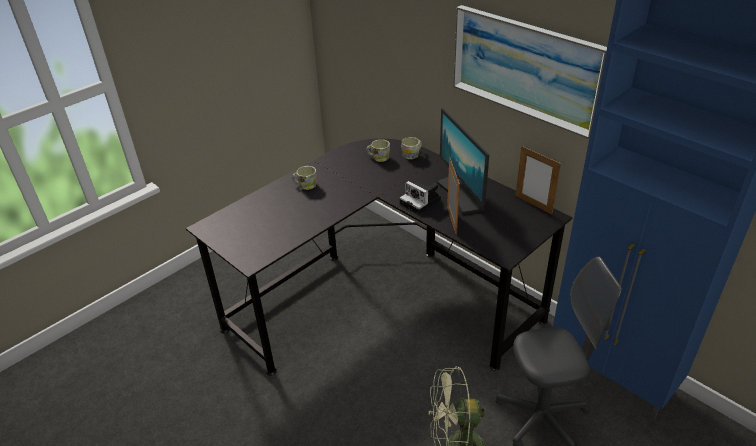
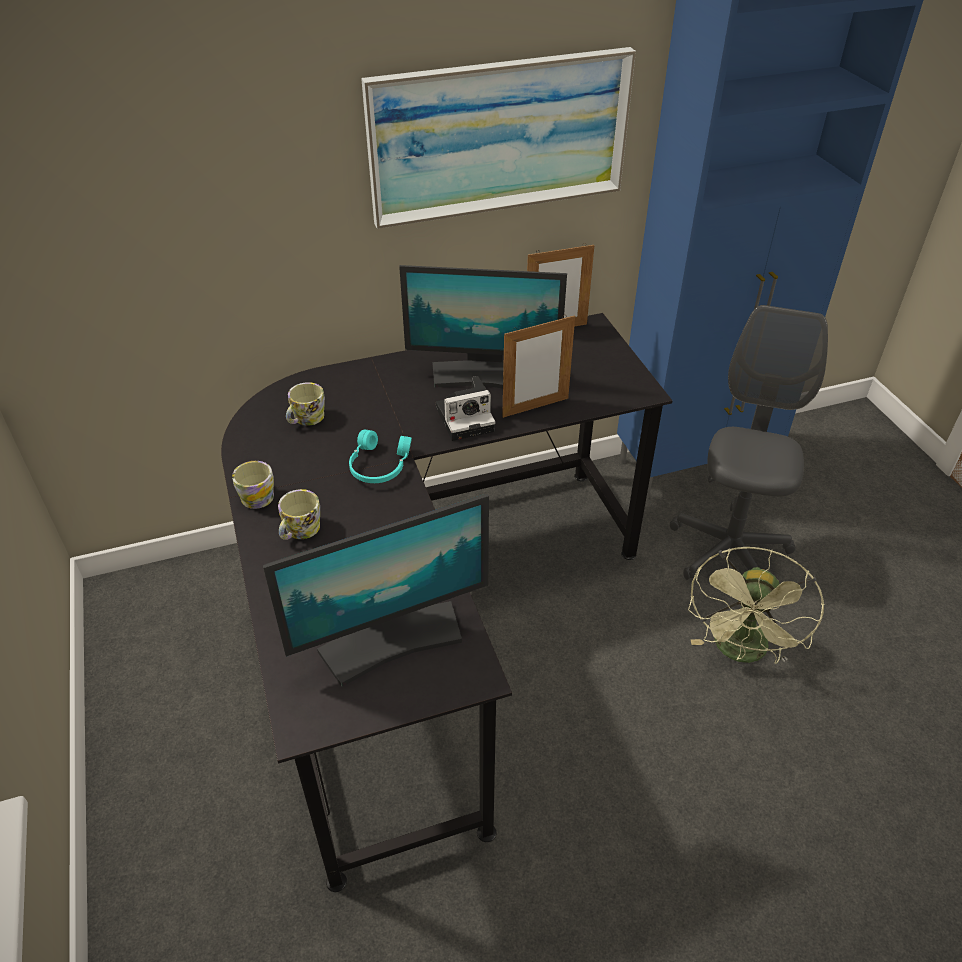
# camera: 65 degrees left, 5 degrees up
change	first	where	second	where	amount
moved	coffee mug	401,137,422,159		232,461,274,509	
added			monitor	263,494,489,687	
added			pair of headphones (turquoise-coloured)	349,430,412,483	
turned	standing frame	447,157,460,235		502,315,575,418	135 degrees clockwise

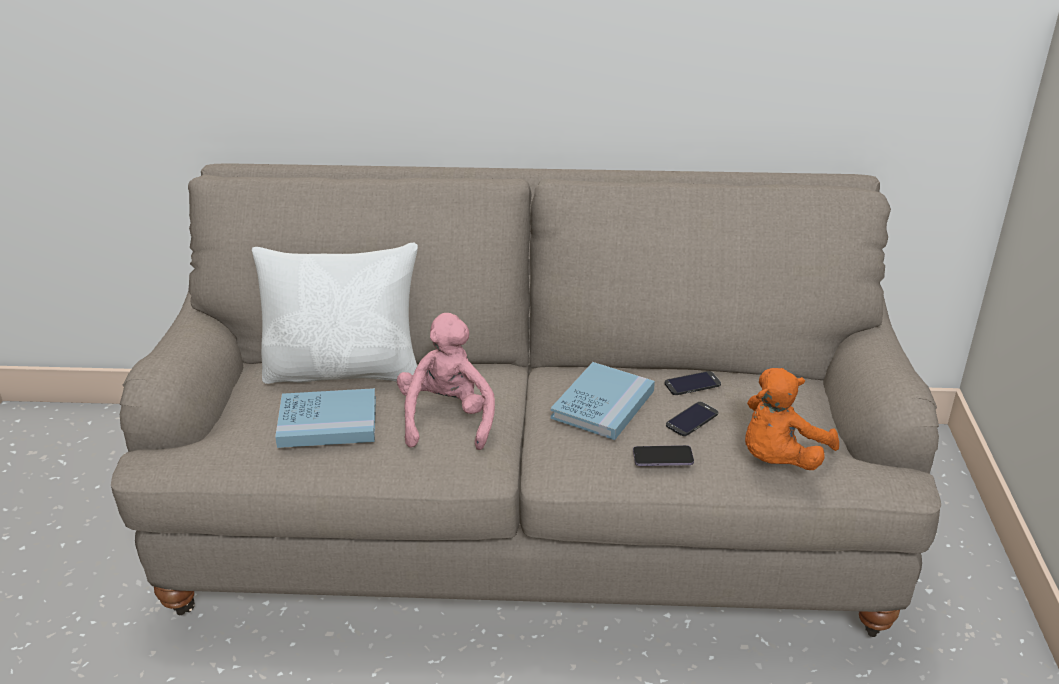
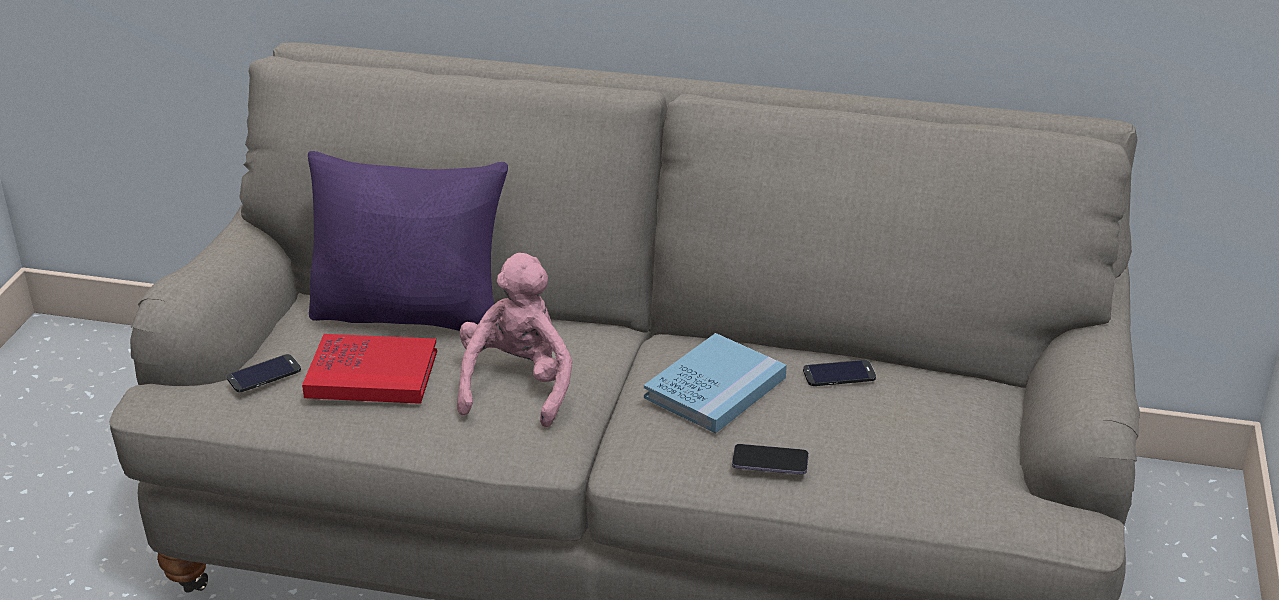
# camera: 10 degrees right, 0 degrees up
change	first	where	second	where	amount
moved	telephone	666,402,718,436		227,354,301,392	
recoloured	volume (blue)	275,388,376,448	volume (reddish)	302,334,437,404	
recoloured	cushion (white-coloured)	252,243,418,384	cushion (purple)	308,151,508,331	
removed	plush toy (orange)	745,368,839,470			

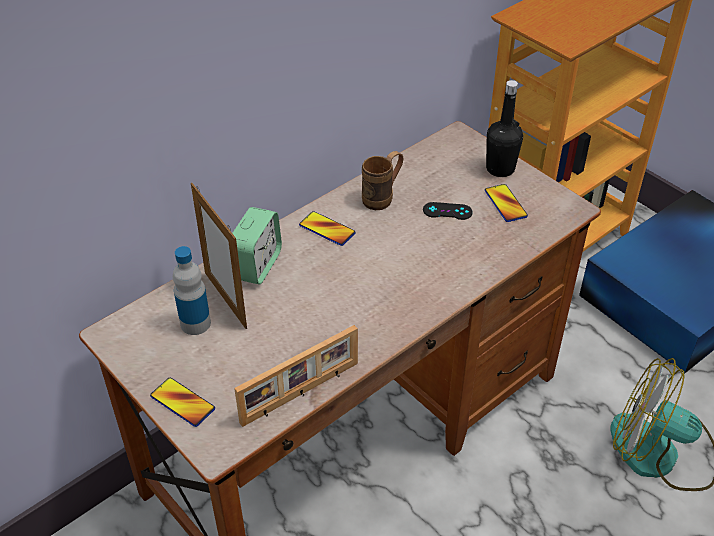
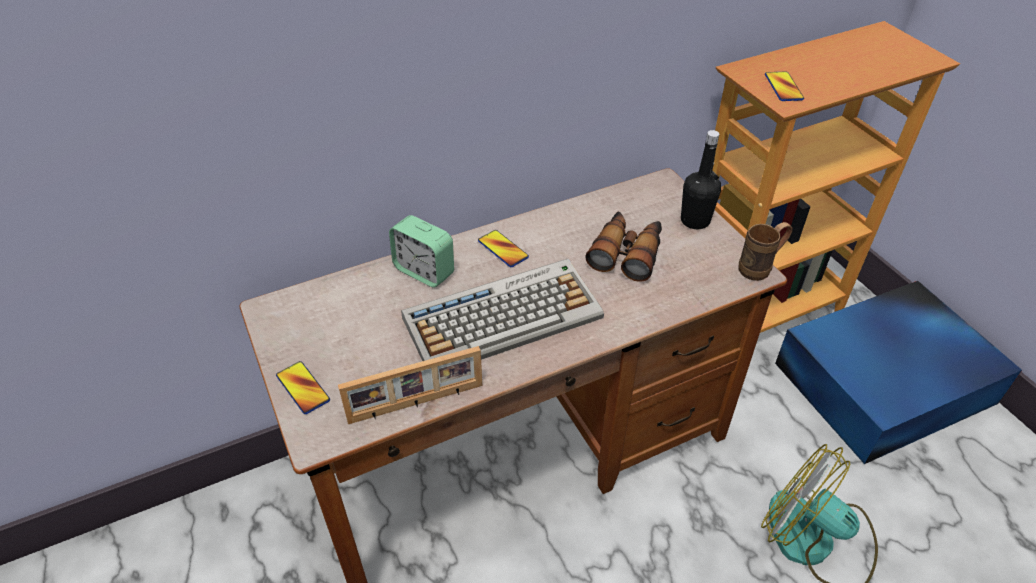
# camera: 15 degrees right, 0 degrees up
change	first	where	second	where	amount
turned	table clock	232,207,282,284		389,215,454,288	90 degrees clockwise
added			computer keyboard	401,259,604,361	
replaced	joypad (black-coloured)	423,202,473,220	binoculars	585,211,662,282	
moved	coffee mug (brown)	362,151,403,210		738,222,793,281	
moved	telephone	485,184,528,222		765,71,804,101	
removed	bottle	173,246,211,335			
removed	standing frame	191,183,247,329			

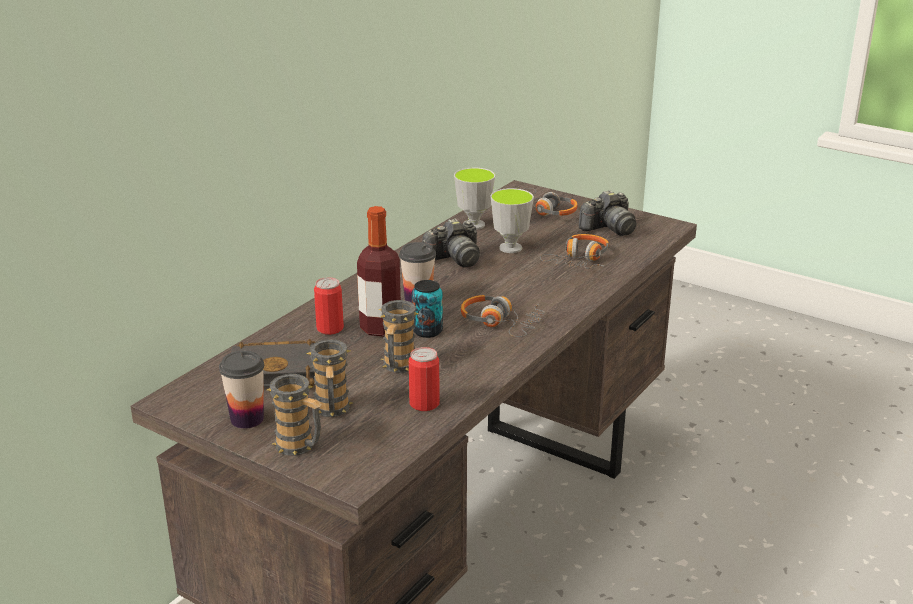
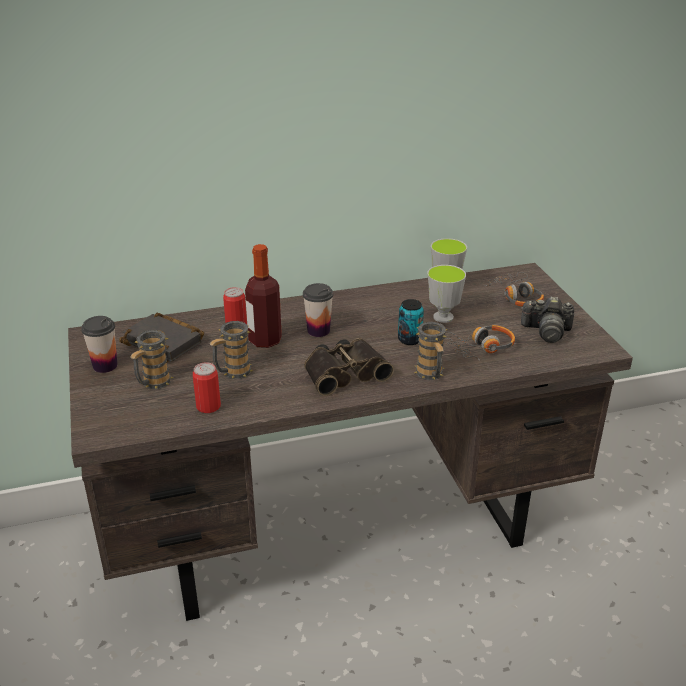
# camera: 40 degrees right, 5 degrees up
change	first	where	second	where	amount
replaced	pair of headphones	461,295,545,337	binoculars	304,338,394,396	
moved	sealed can	412,280,443,338		398,299,424,345	
moved	coffee mug	267,374,322,456		414,322,448,380	
removed	photo camera	422,218,480,267			

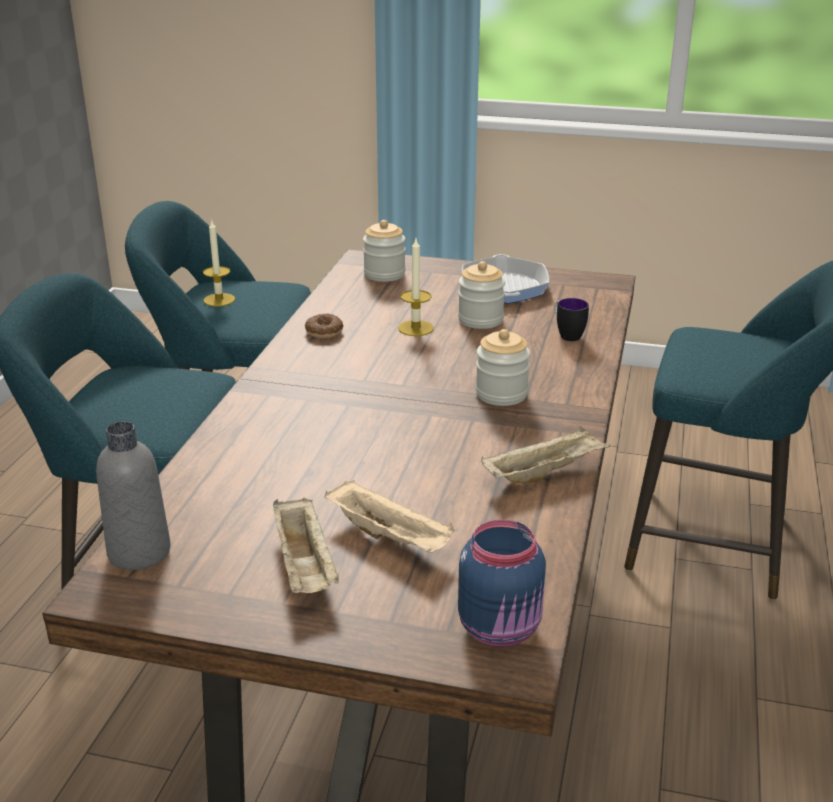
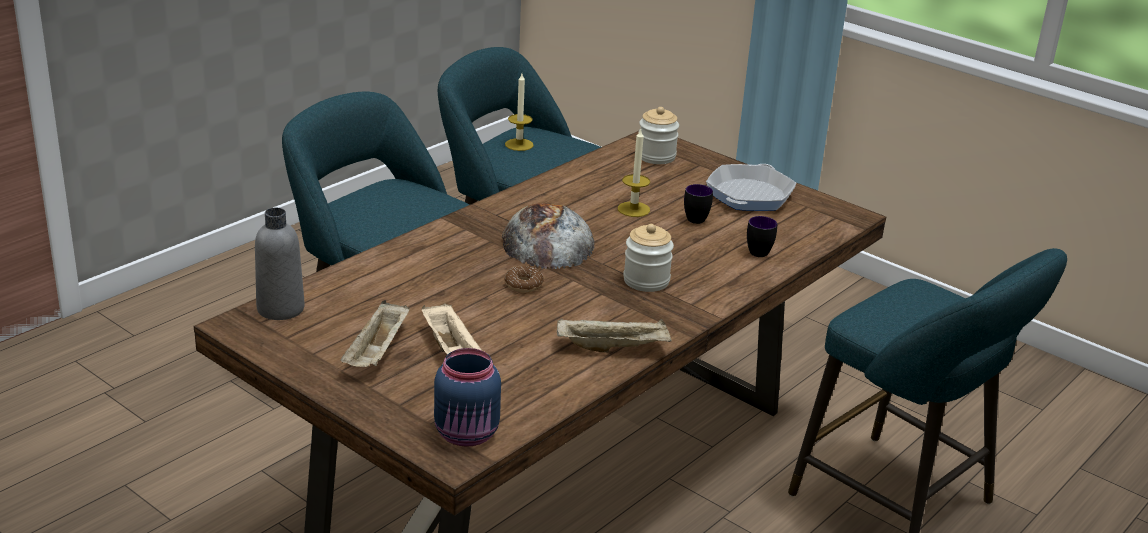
# camera: 25 degrees right, 0 degrees up
change	first	where	second	where	amount
added			baked bread	502,203,594,269	
moved	donut	305,313,344,338		504,266,543,293	
replaced	storage jar	458,261,505,329	coffee mug	684,184,713,224	

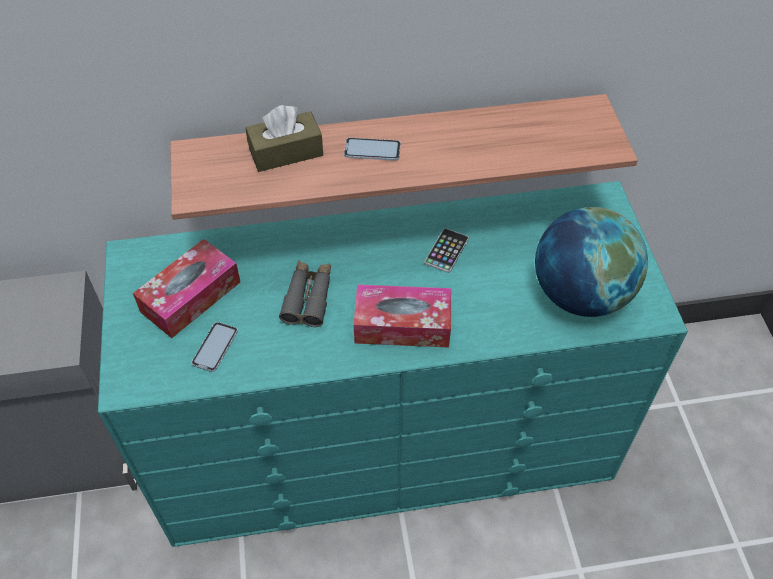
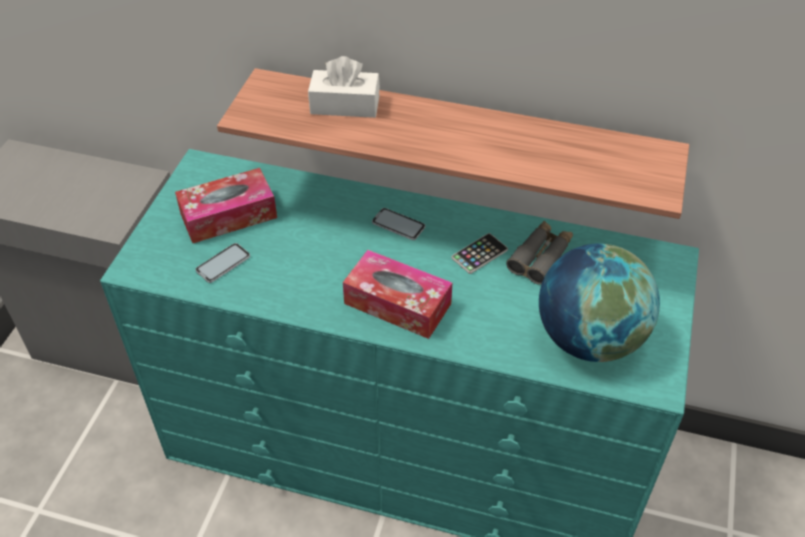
# camera: 25 degrees right, 5 degrees down
change	first	where	second	where	amount
recoloured	box of tissues (brown)	245,105,323,172	box of tissues (white-coloured)	308,56,380,118	
moved	telephone	344,138,401,161		372,208,425,240	
moved	binoculars (grey)	279,260,331,327		506,221,573,285	

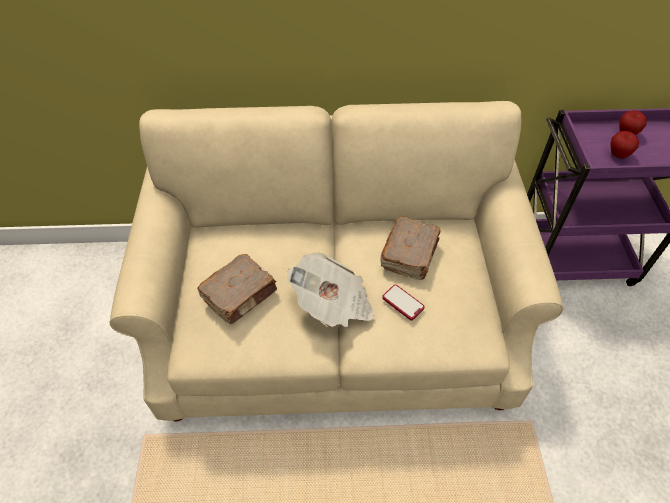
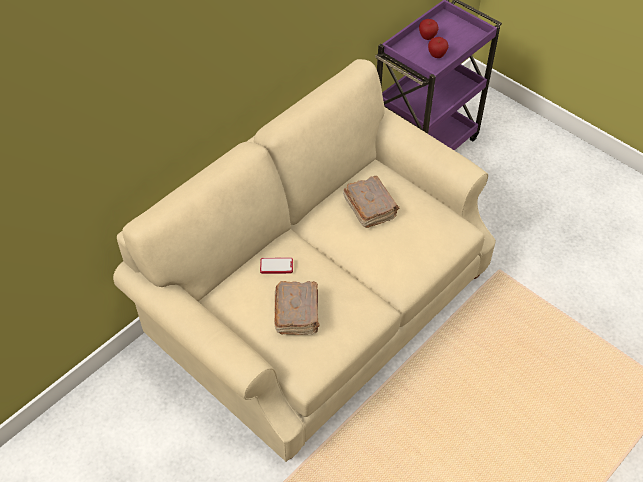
# camera: 45 degrees left, 0 degrees up
change	first	where	second	where	amount
moved	telephone	382,285,425,320		260,258,293,274	
removed	daily paper	287,253,375,328			

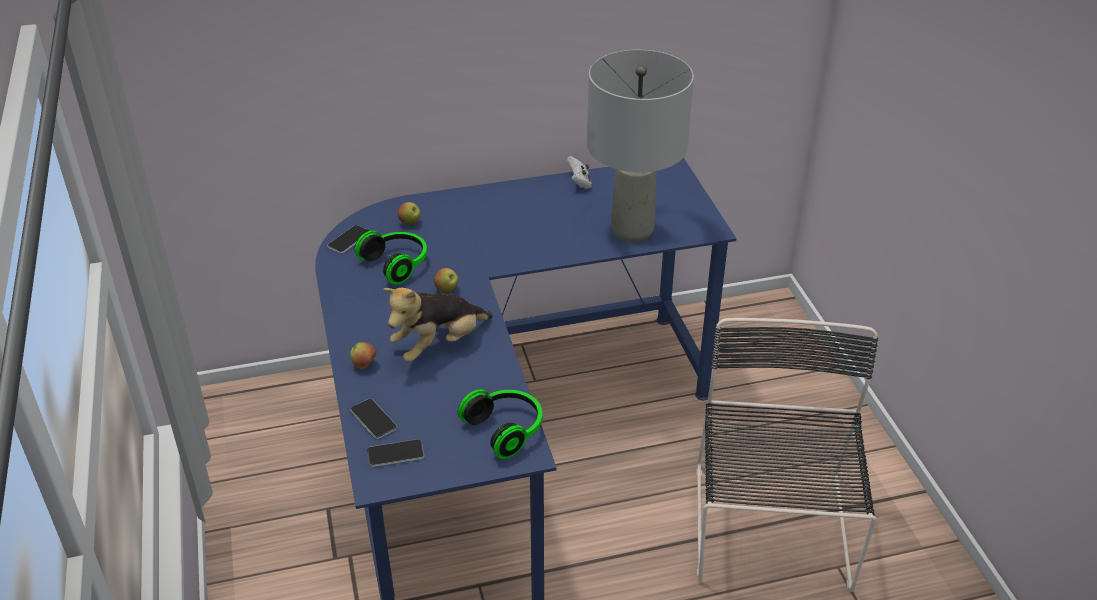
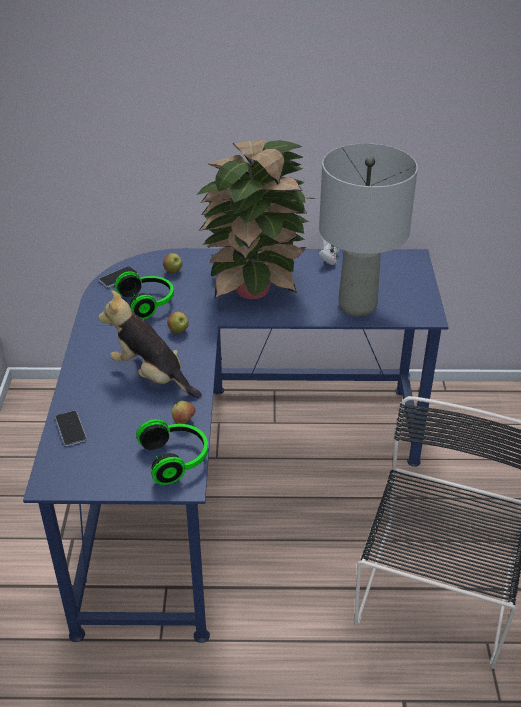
# camera: 15 degrees right, 0 degrees up
change	first	where	second	where	amount
turned	plush toy	383,288,493,362		98,290,202,398	60 degrees clockwise
moved	whole apple	350,342,376,369		172,401,196,424	
added			potted plant	197,140,316,299	
removed	telephone	367,439,424,467			

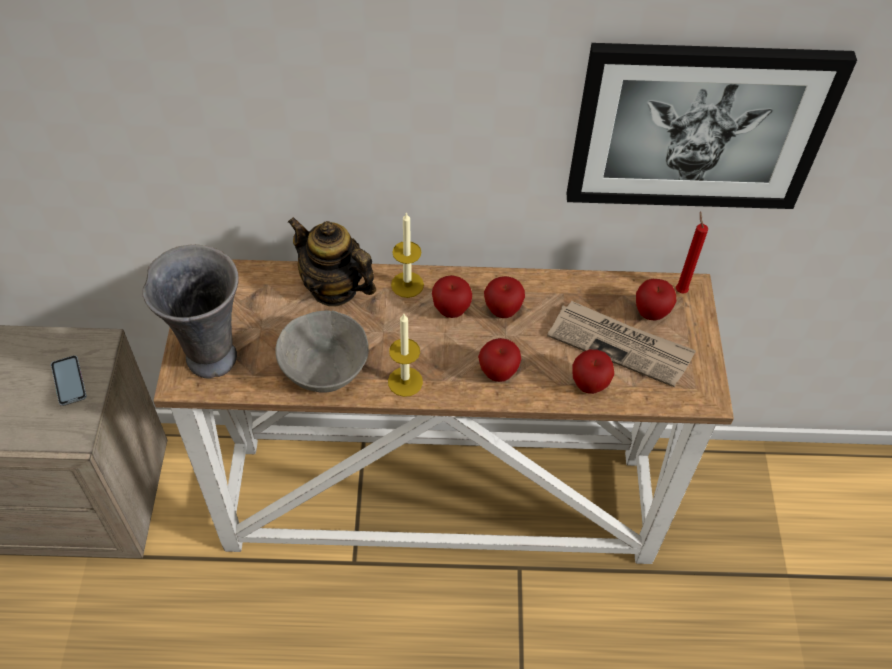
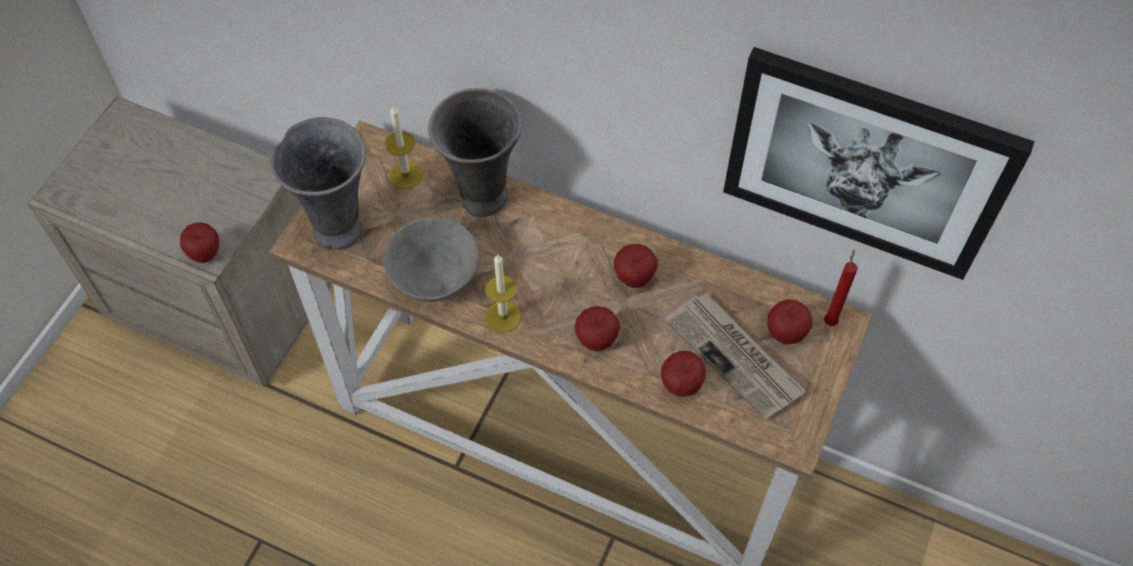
# camera: 25 degrees right, 5 degrees up
change	first	where	second	where	amount
moved	whole apple	432,275,472,318		180,222,219,263	
moved	wax light	391,212,424,298		385,106,423,189	
replaced	tea pot	288,217,376,307	decorative vase (grey)	428,88,522,217	
removed	telephone	51,355,87,406			

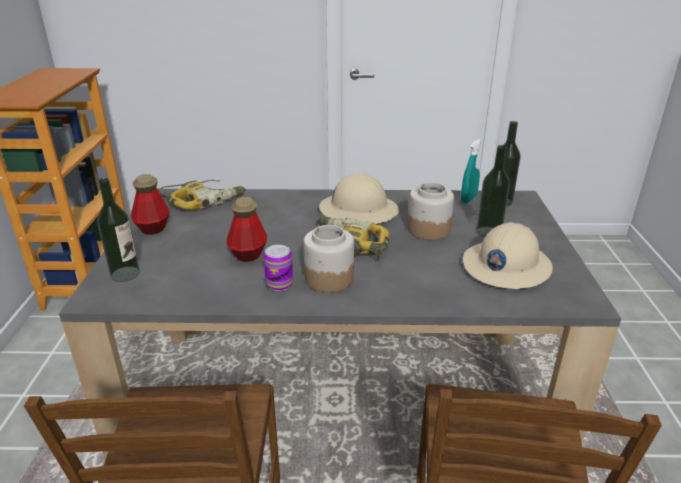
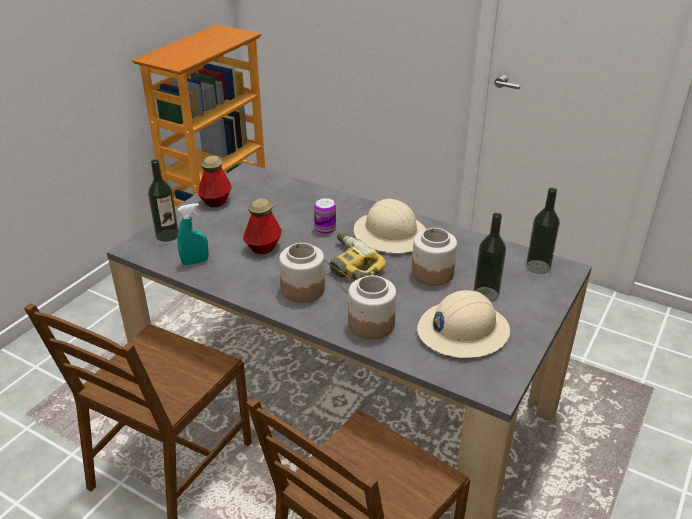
# camera: 30 degrees right, 5 degrees up
change	first	where	second	where	amount
moved	spray bottle (turquoise-coloured)	461,139,482,203		177,203,209,265	
moved	sealed can	263,245,293,291		314,198,336,234	
added			storage jar	348,275,396,339	
removed	electric drill	158,180,245,210			

